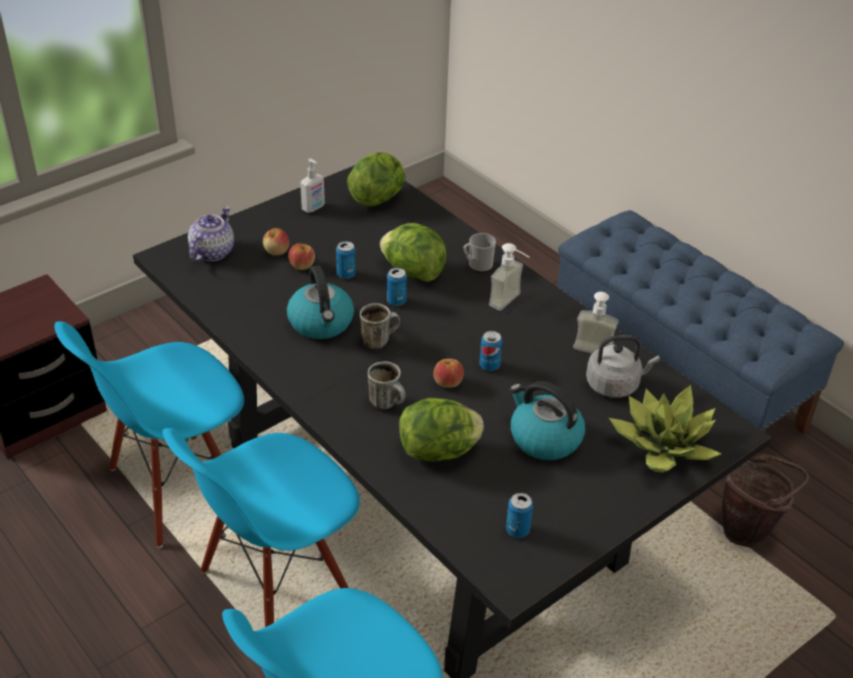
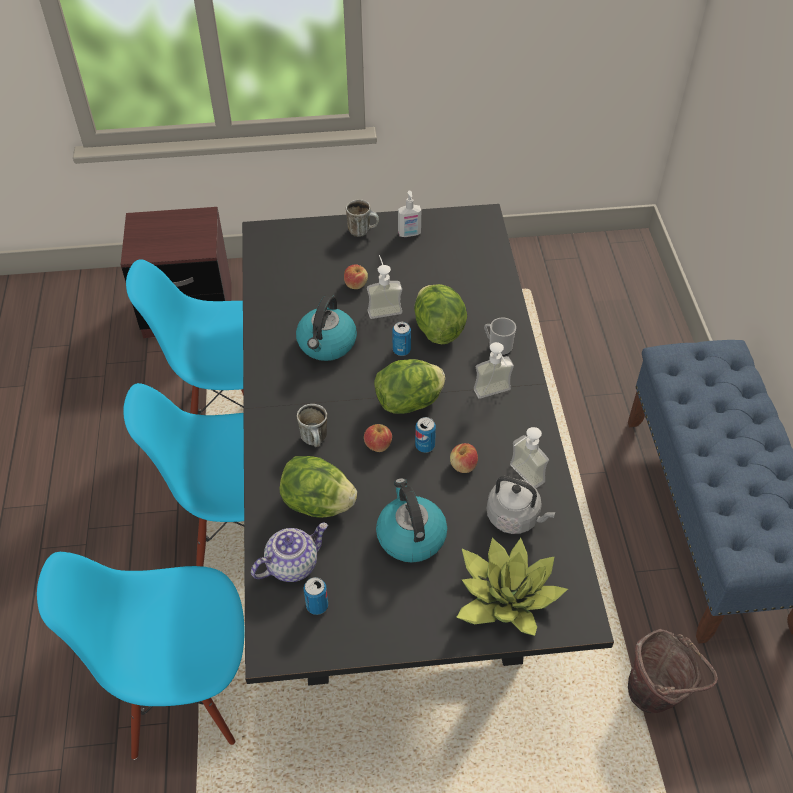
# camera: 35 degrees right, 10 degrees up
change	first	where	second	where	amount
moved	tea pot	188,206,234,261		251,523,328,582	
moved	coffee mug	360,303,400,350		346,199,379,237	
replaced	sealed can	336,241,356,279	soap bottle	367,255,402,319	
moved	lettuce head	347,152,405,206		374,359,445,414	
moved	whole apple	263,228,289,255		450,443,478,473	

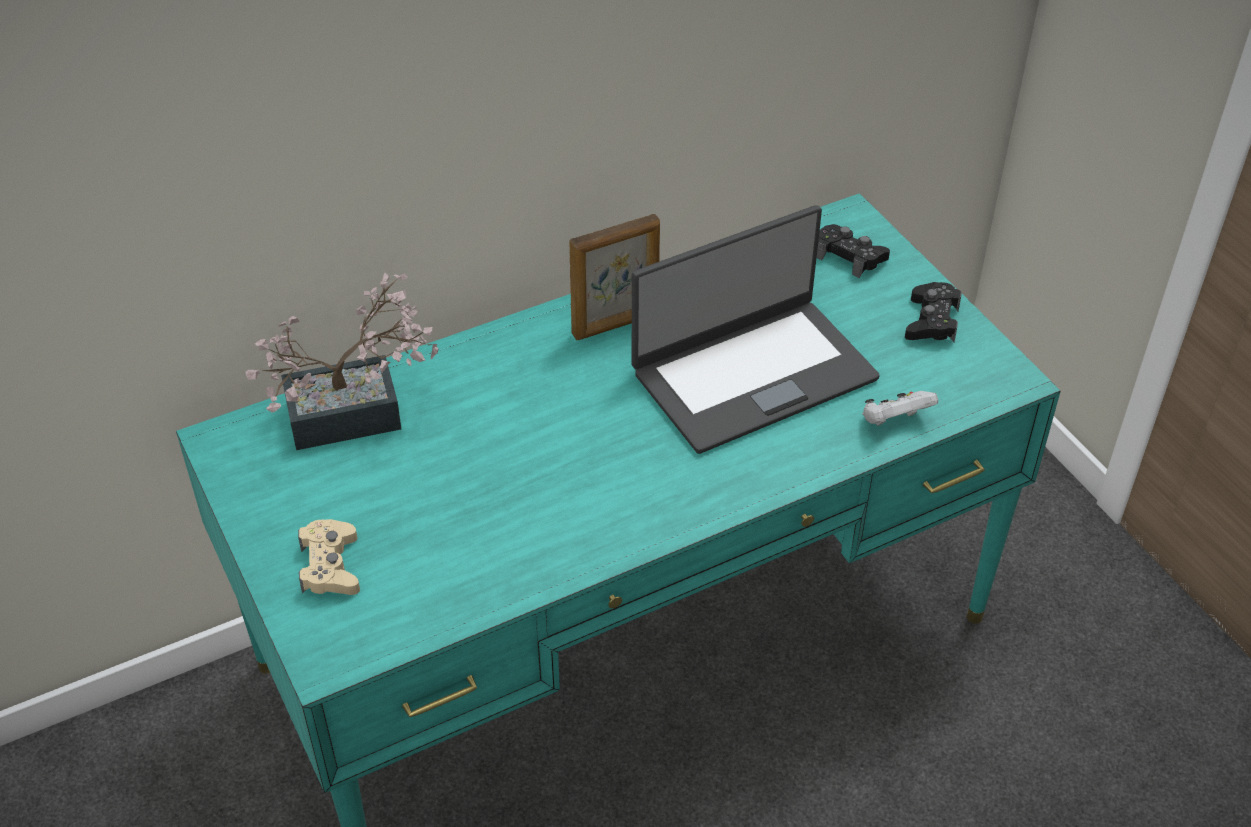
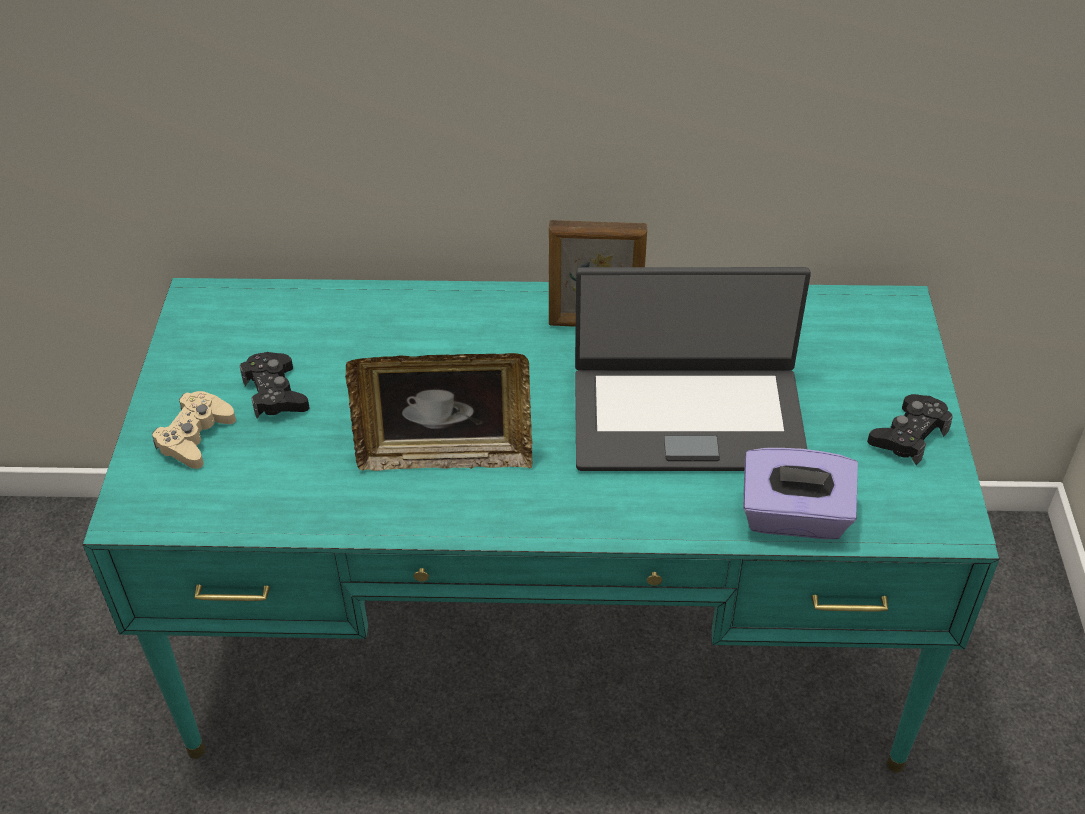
# camera: 30 degrees right, 0 degrees up
change	first	where	second	where	amount
moved	joypad (black-coloured)	817,224,890,278		239,352,309,419	
added			standing frame	345,353,533,471	
replaced	joypad (white-coloured)	863,391,938,426	box of tissues (purple)	743,448,858,539	
removed	potted plant	245,273,439,450			

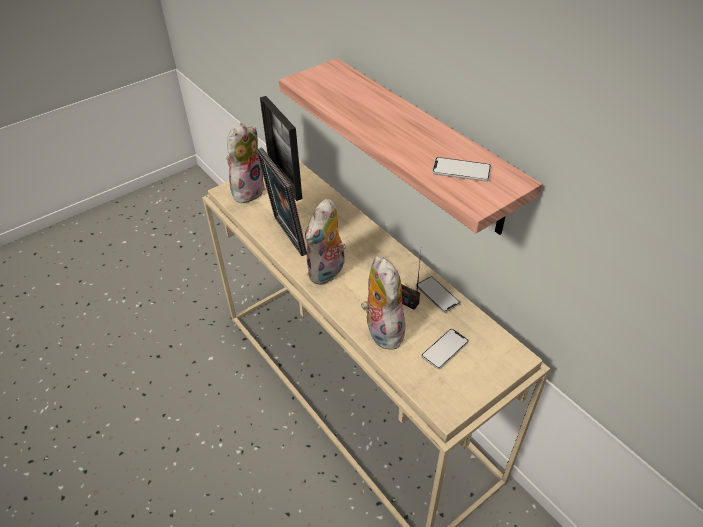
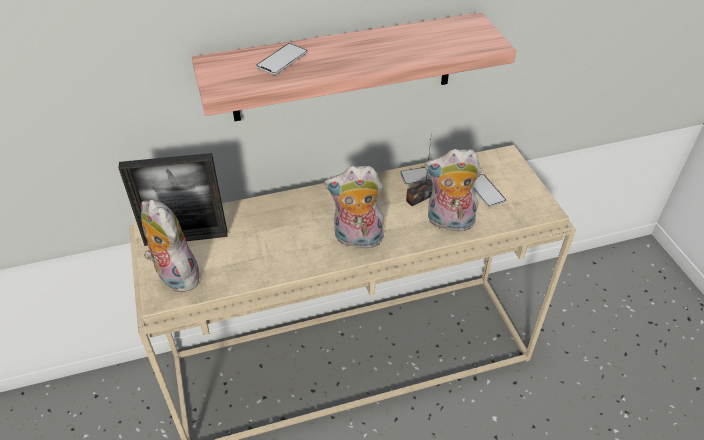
# camera: 70 degrees left, 0 degrees up
change	first	where	second	where	amount
moved	telephone	432,157,491,181		256,43,308,75	
turned	plush toy	305,199,346,285		324,166,385,249	135 degrees clockwise
removed	standing frame	256,147,307,256			

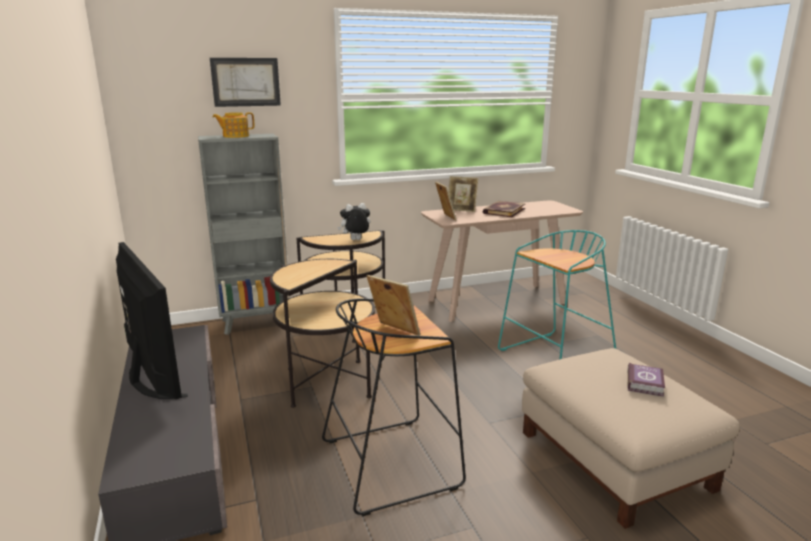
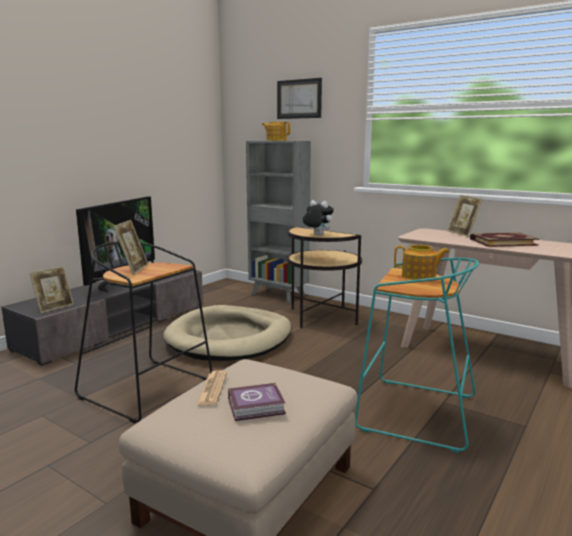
# camera: 55 degrees right, 5 degrees down
change	first	where	second	where	amount
moved	standing frame	435,182,457,221		30,266,74,313	
replaced	end table	270,259,375,408	pet bed (beige-coloured)	163,305,291,361	
added			daily paper	196,370,227,405	
added			tea pot	394,245,449,280	

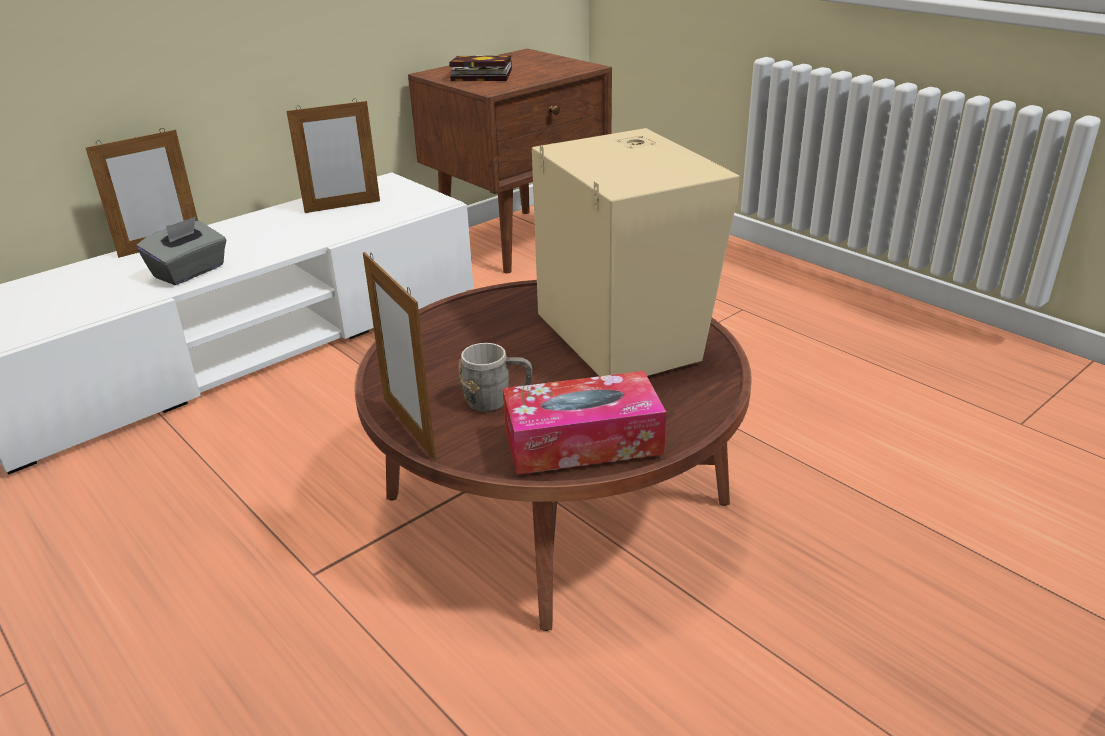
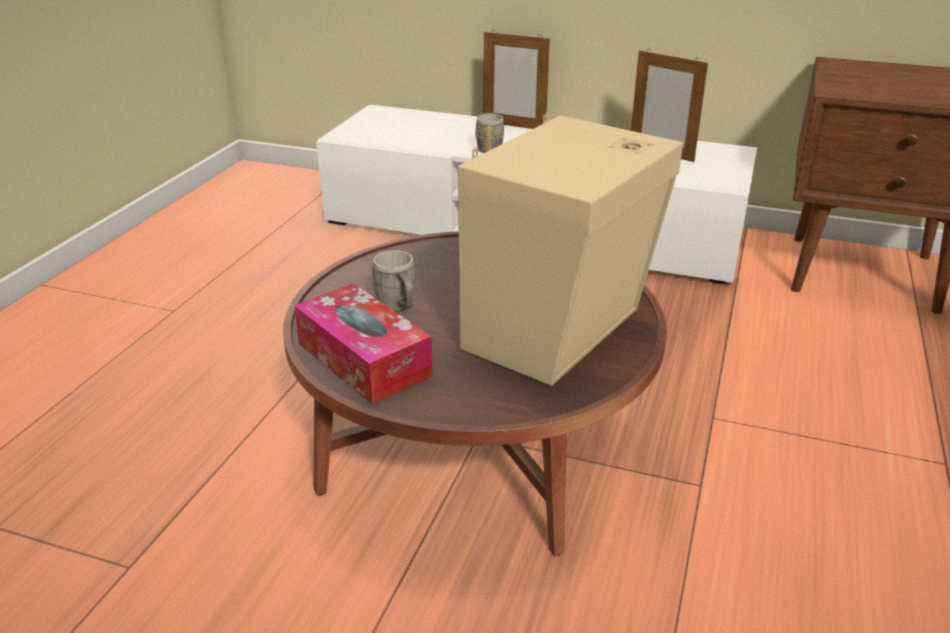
# camera: 60 degrees right, 0 degrees up
change	first	where	second	where	amount
replaced	box of tissues (grey)	137,216,226,285	coffee mug (grey)	475,113,504,153	
removed	standing frame	363,252,436,460			
removed	volume	449,55,512,81			

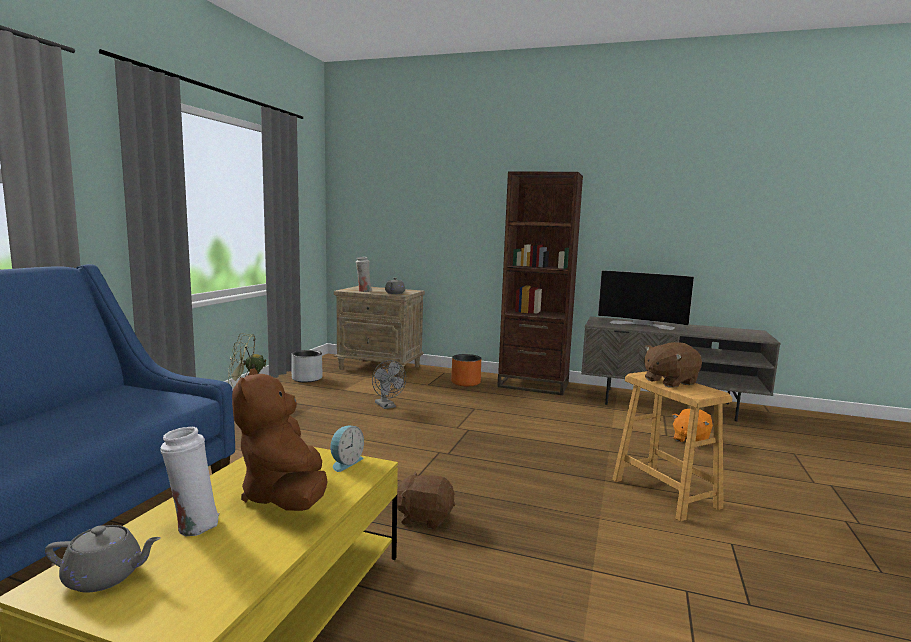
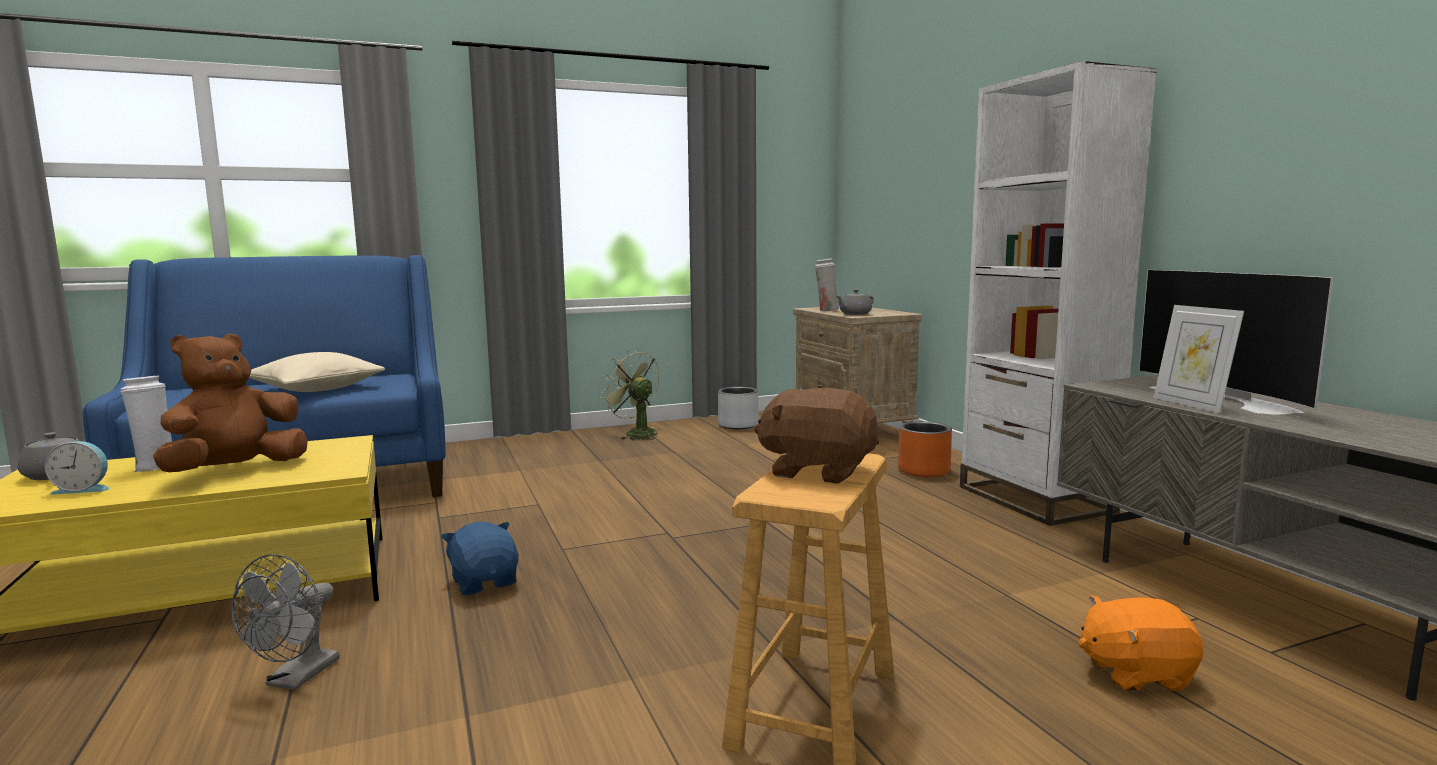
# camera: 50 degrees right, 0 degrees up
change	first	where	second	where	amount
moved	table clock	330,426,364,472		45,441,109,495	
moved	fan (grey)	372,360,406,409		231,554,340,690	
added			cushion (beige-coloured)	249,352,385,392	
recoloured	plush toy (brown)	397,472,455,529	plush toy (blue)	441,521,519,595	
recoloured	bookcase (brown)	497,172,583,395	bookcase (white-coloured)	960,61,1157,526	
added			standing frame	1153,305,1244,413	

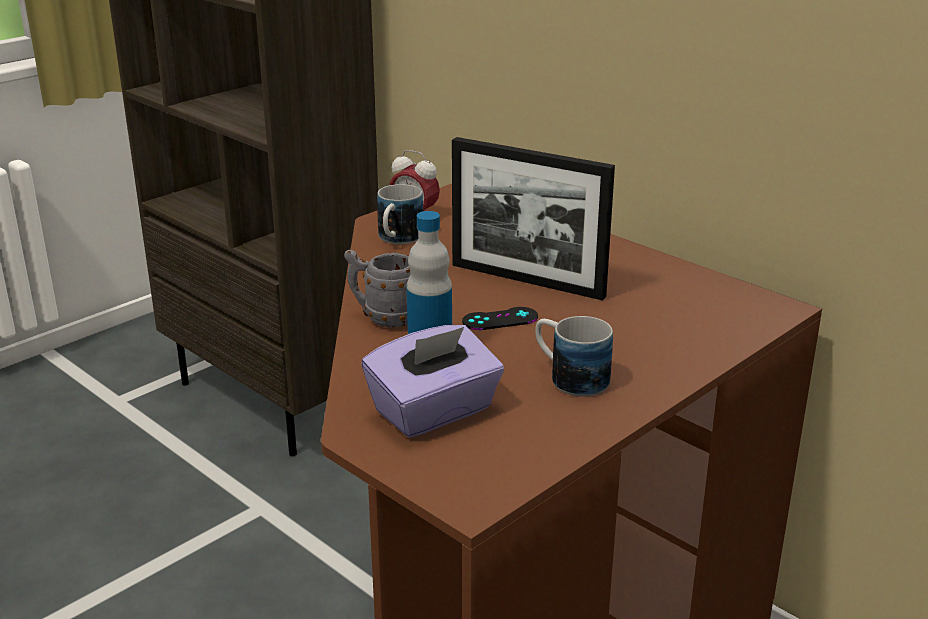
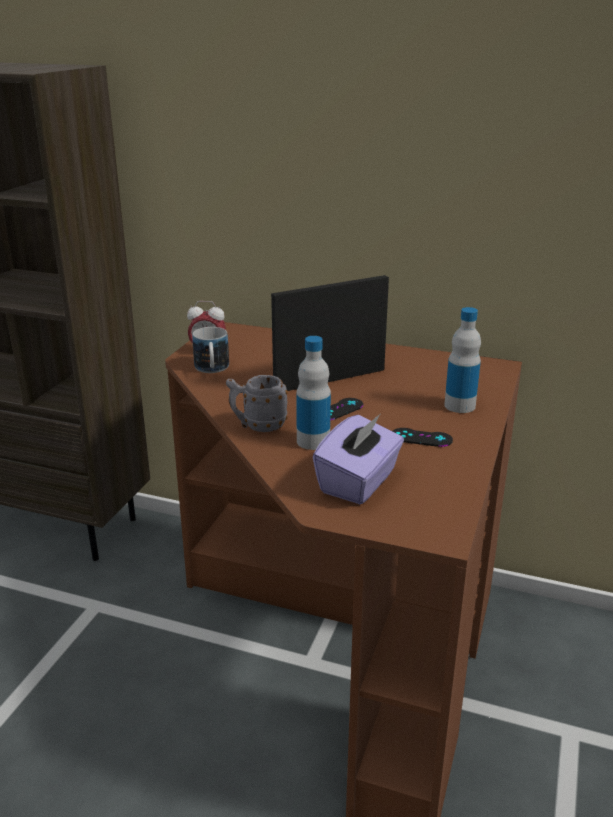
# camera: 25 degrees left, 0 degrees up
change	first	where	second	where	amount
turned	standing frame	452,137,615,300		271,275,389,391	150 degrees clockwise
replaced	coffee mug	535,316,613,396	joypad (black-coloured)	393,428,453,447	
added			bottle	444,307,481,413	

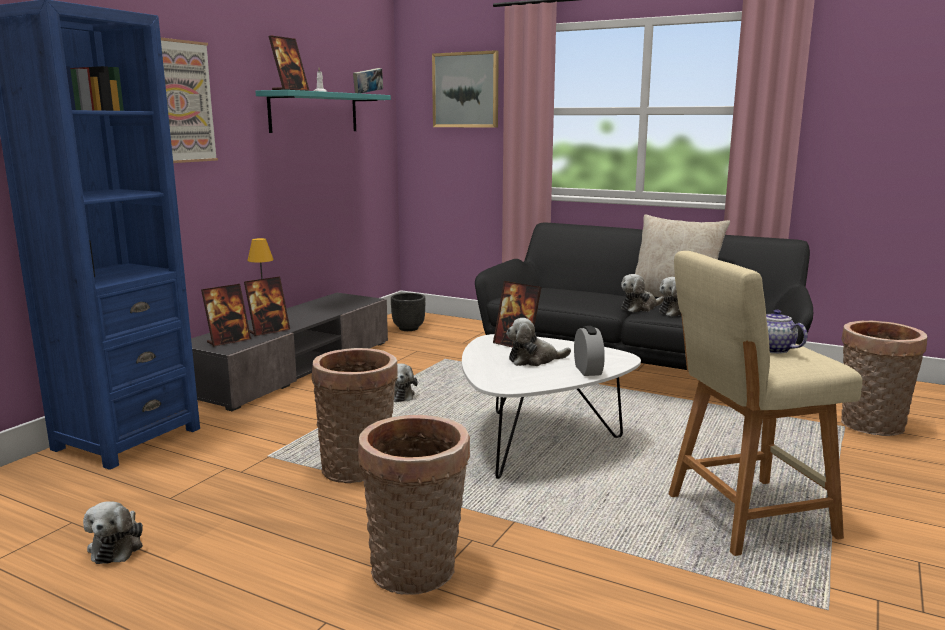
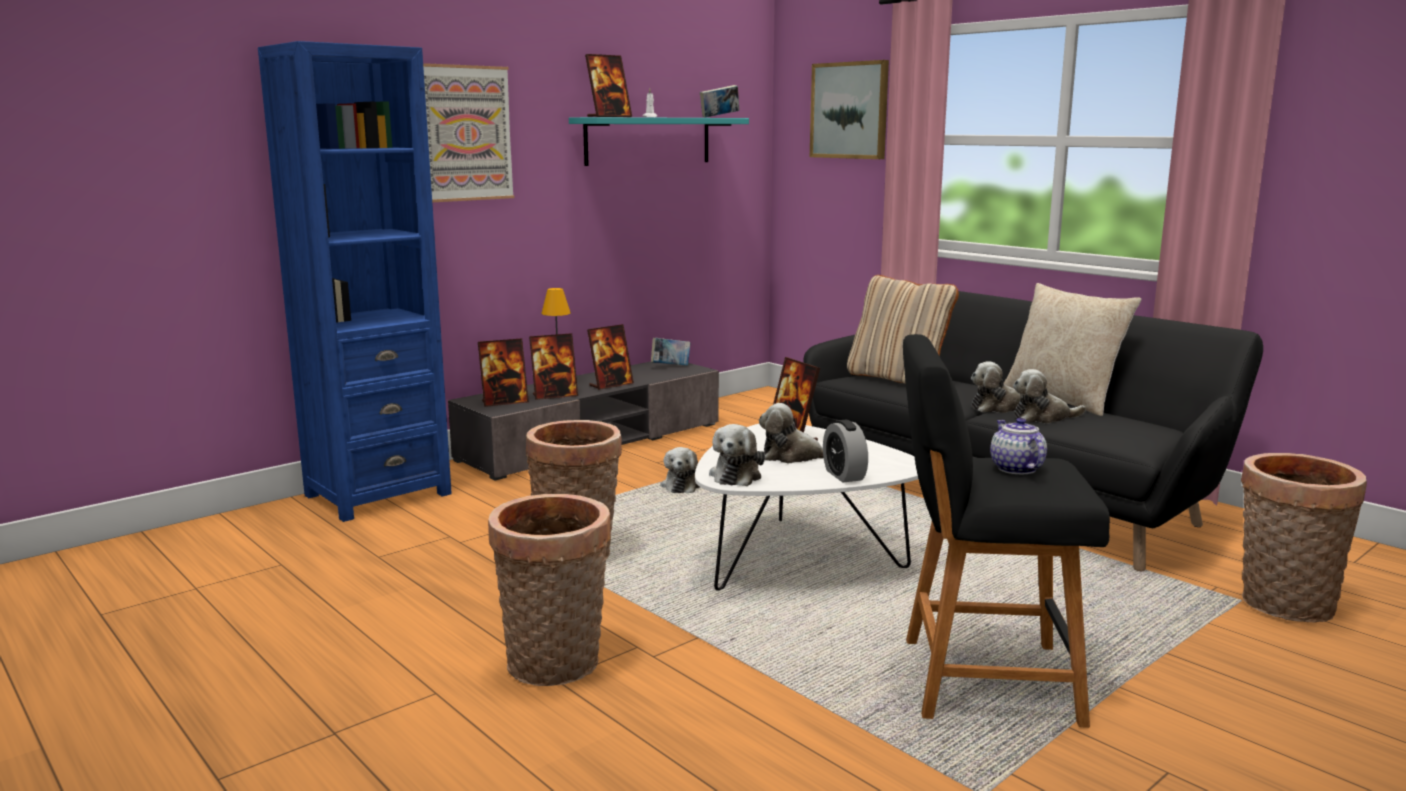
# camera: 20 degrees right, 0 degrees up
change	first	where	second	where	amount
added			standing frame	587,324,634,390	
added			volume	651,338,690,366	
moved	plush toy	83,501,143,564		709,424,765,486	
turned	table clock	574,326,605,376		823,420,868,482	150 degrees clockwise
added			cushion (beige-coloured)	847,275,959,384	
recoloured	sitting stool (beige-coloured)	668,251,863,556	sitting stool (black-coloured)	903,334,1110,728	
removed	plant pot (black-coloured)	391,293,425,331			

